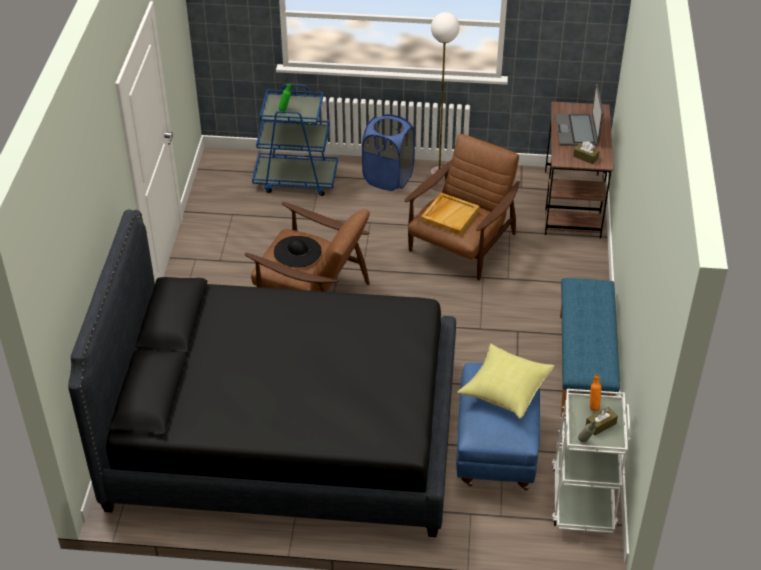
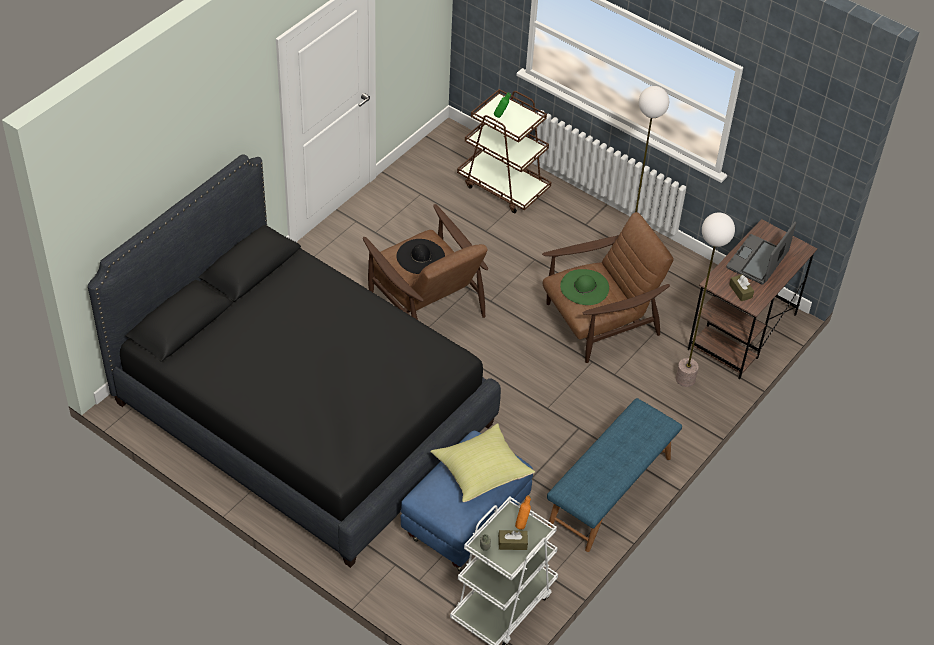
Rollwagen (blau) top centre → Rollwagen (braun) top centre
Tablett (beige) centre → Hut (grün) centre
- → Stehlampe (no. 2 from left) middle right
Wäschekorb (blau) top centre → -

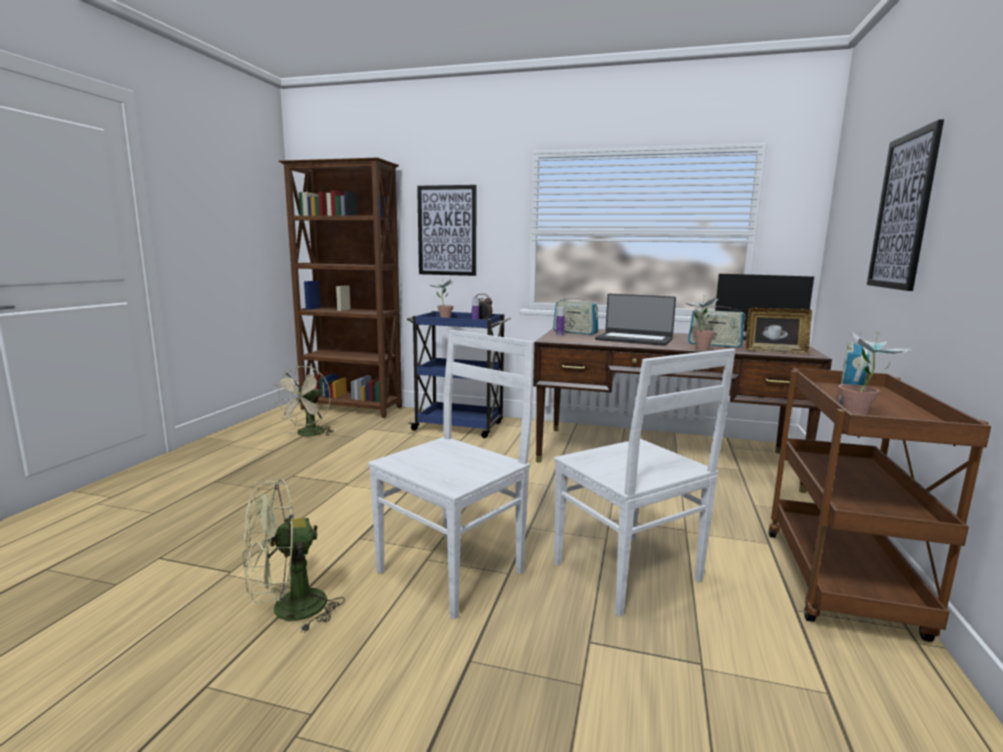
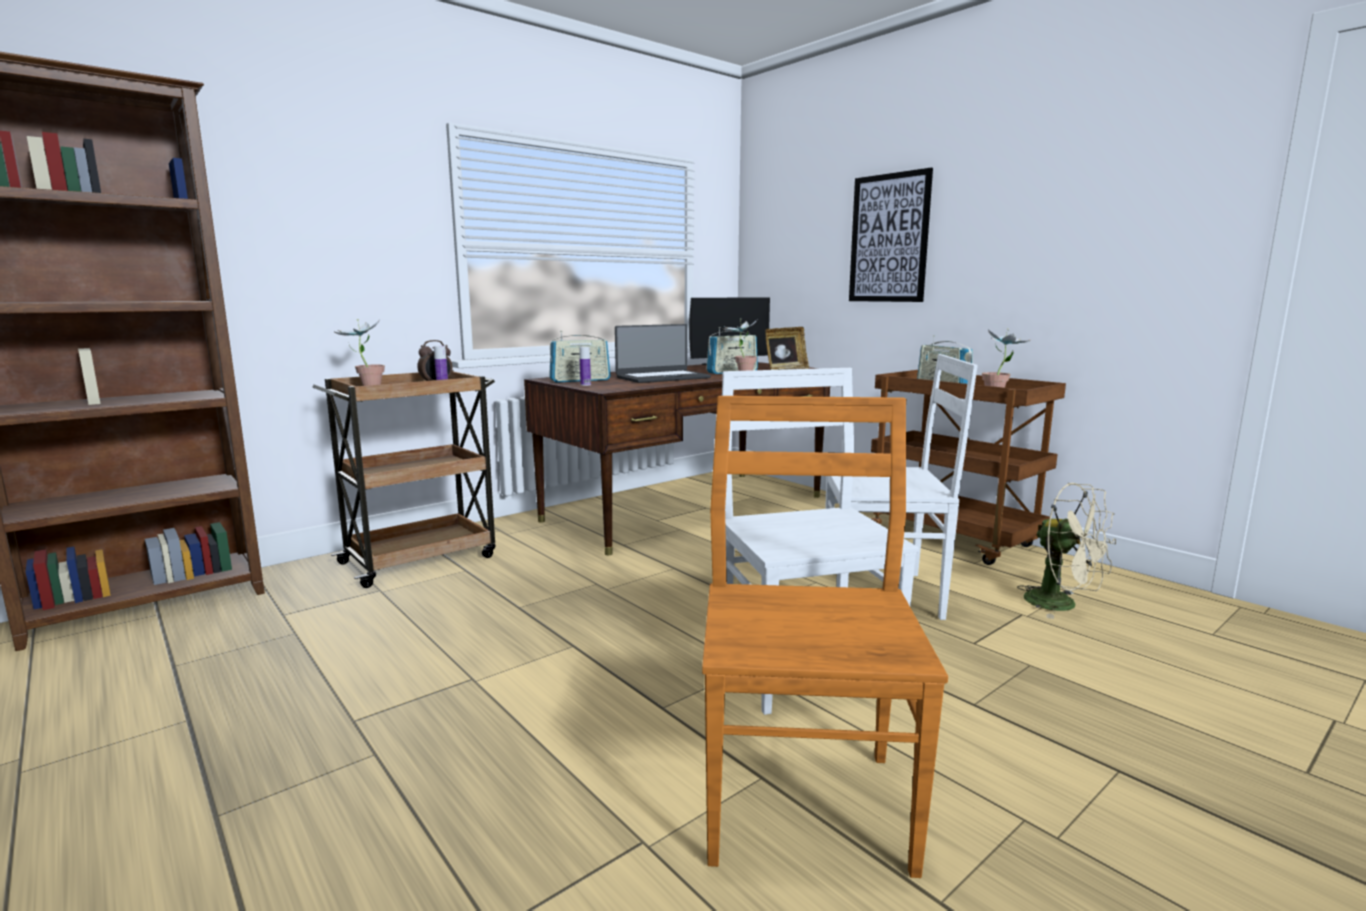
Rollwagen (blau) centre → Rollwagen (braun) (no. 1 from left) middle left
Ventilator (grün) bottom left → Stuhl (braun) bottom centre
Ventilator (beige) middle left → Ventilator (beige) middle right, shifted
Bild (no. 1 from left) top centre → -

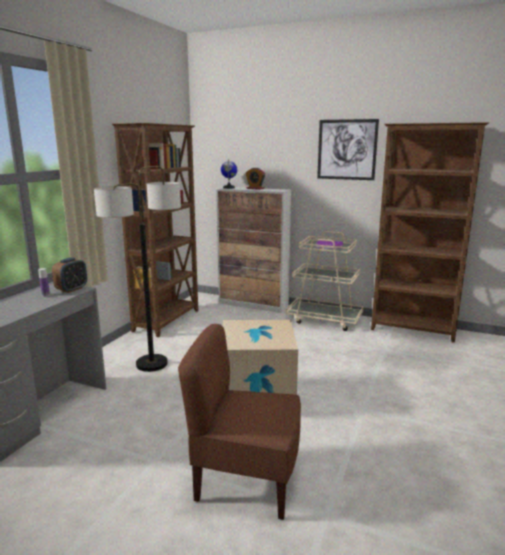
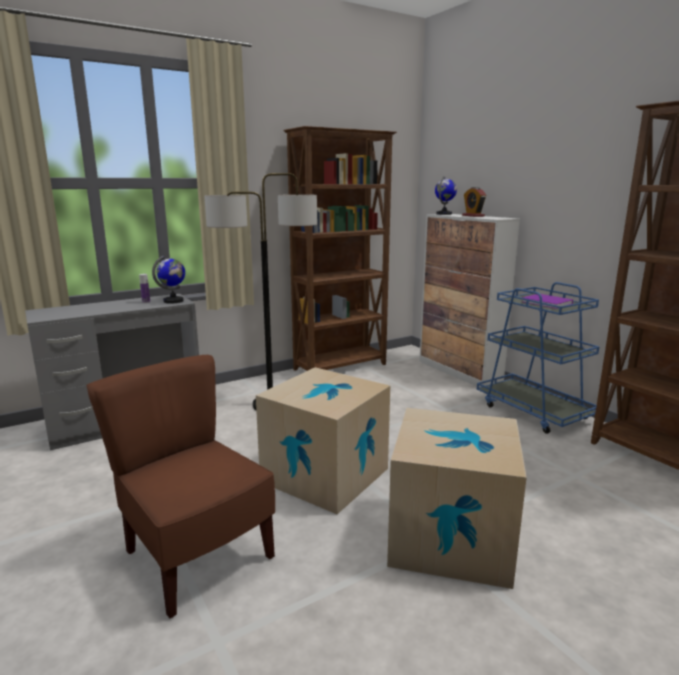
Wecker (no. 1 from left) middle left → Globus (no. 1 from left) middle left
- → Karton (no. 2 from left) bottom right
Rollwagen (beige) centre → Rollwagen (blau) middle right
Bild top right → -

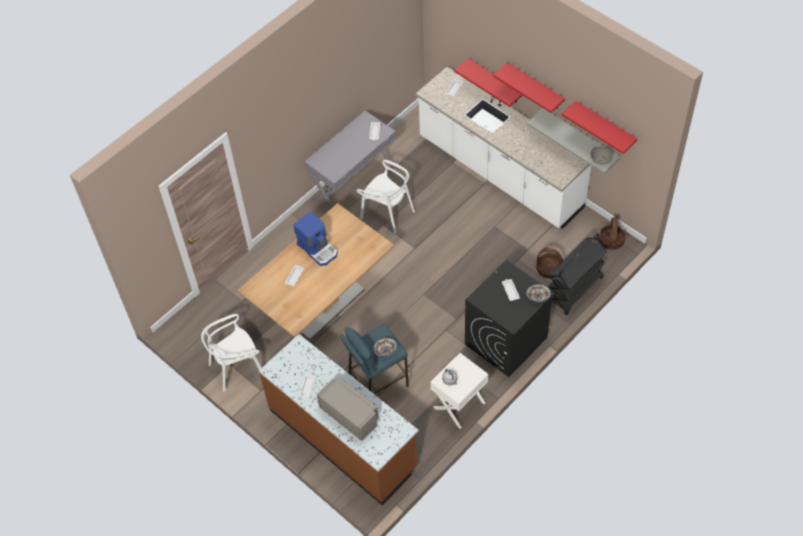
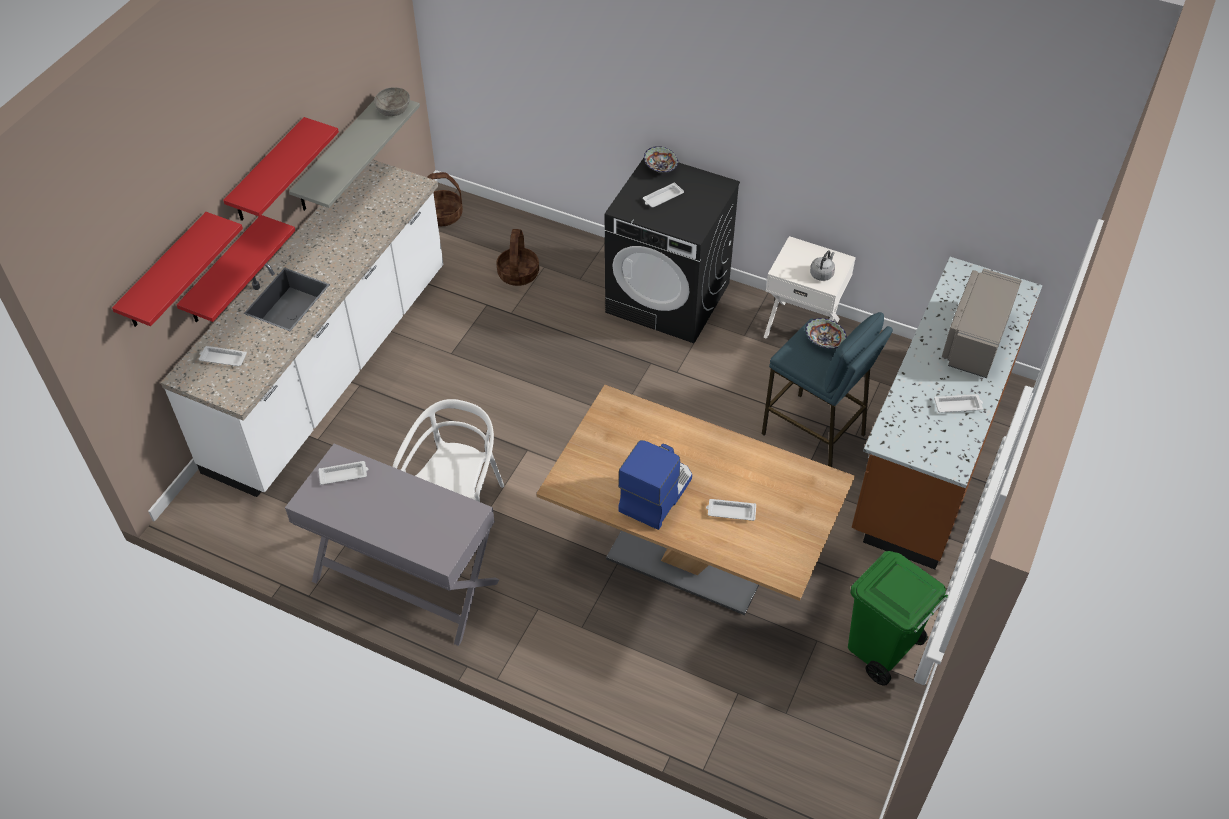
Wandregal (rot) (no. 3 from left in the first image) top right → Wandregal (rot) (no. 1 from left) top left, shifted
Stuhl (weiß) (no. 1 from left) middle left → Mülleimer (grün) bottom right
Rollwagen (schwarz) middle right → -

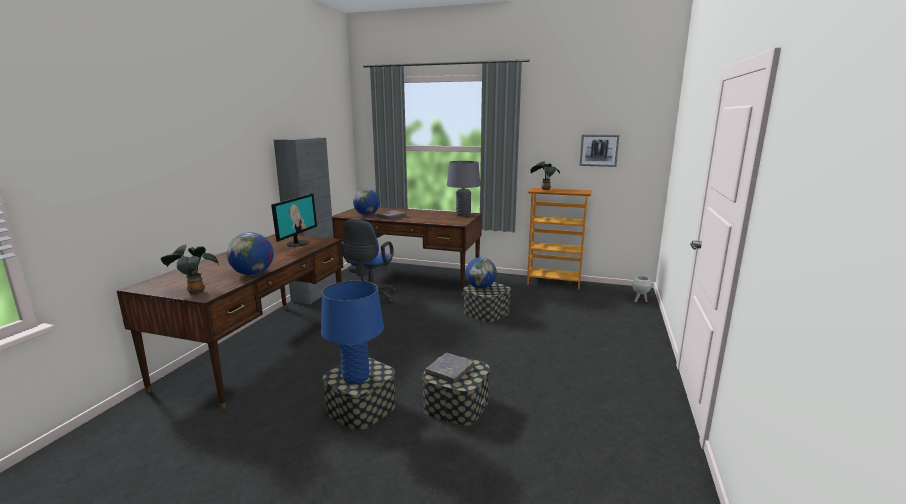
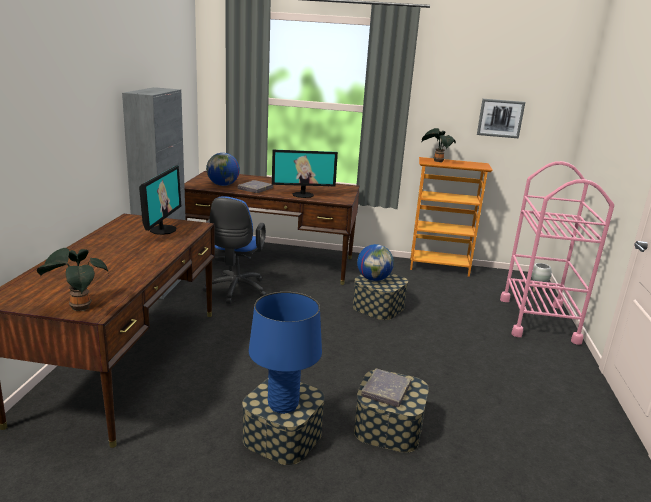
- → Monitor (no. 2 from left) centre
- → Rollwagen (rosa) middle right
Globus (no. 1 from left) middle left → -
Tischlampe (grau) centre → -

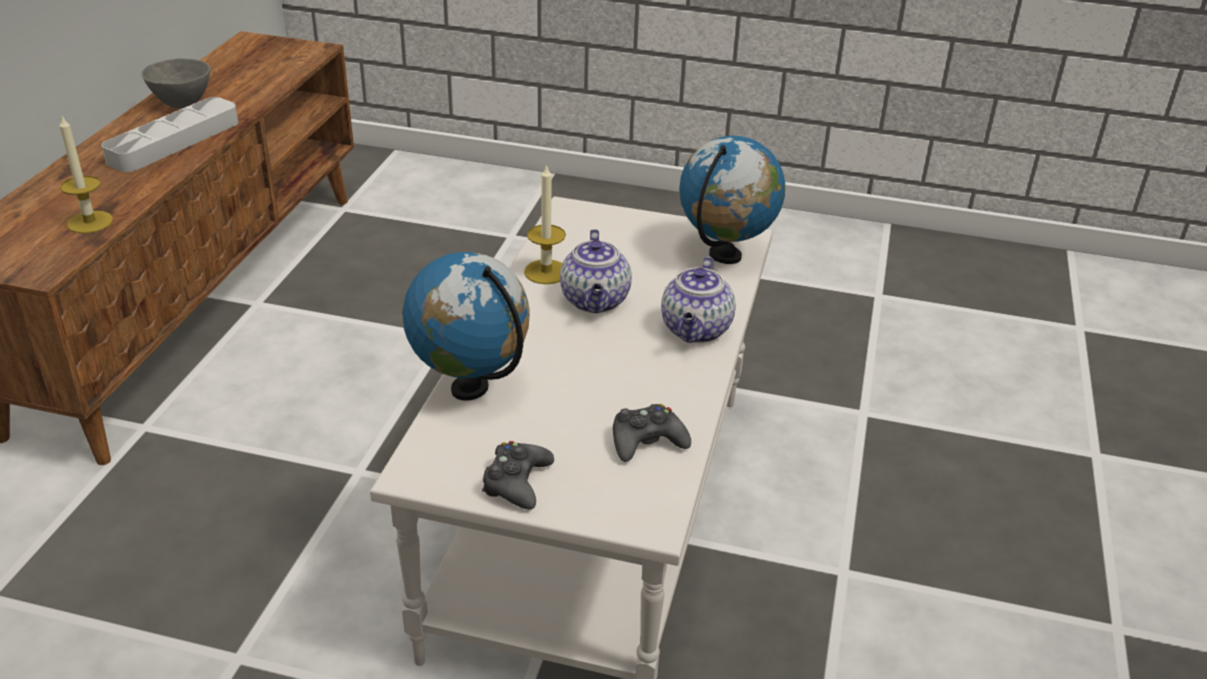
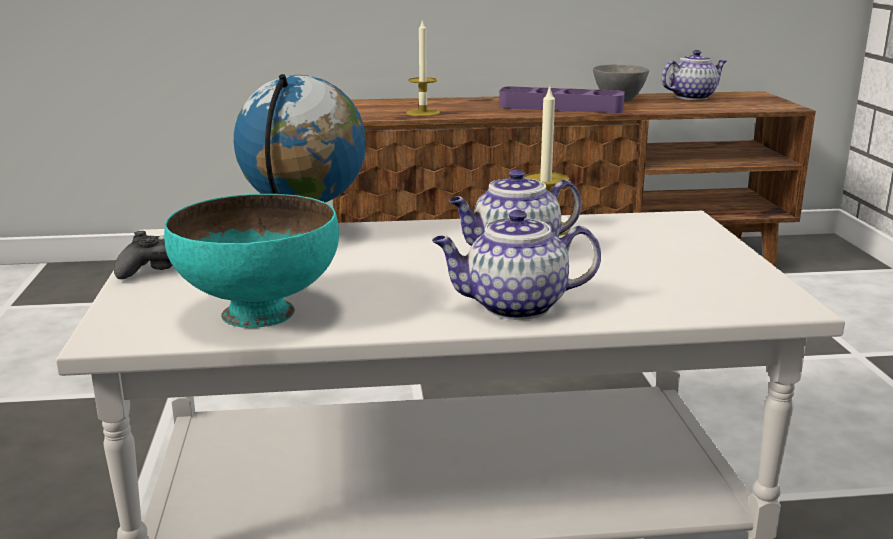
Gamepad (schwarz) (no. 2 from left) centre → Schüssel (türkis) middle left
Tablett (grau) top left → Tablett (lila) top centre
- → Teekanne (no. 3 from left) top right
Globus (no. 2 from left) top centre → -

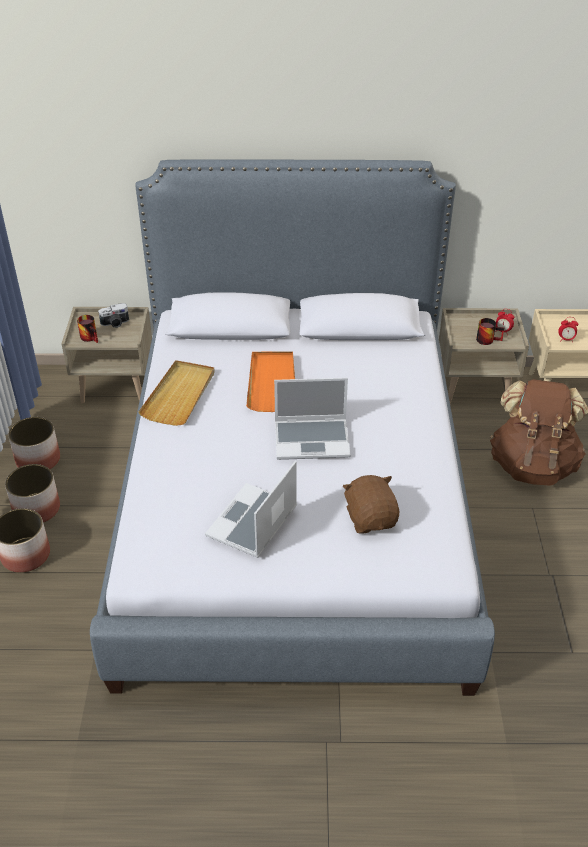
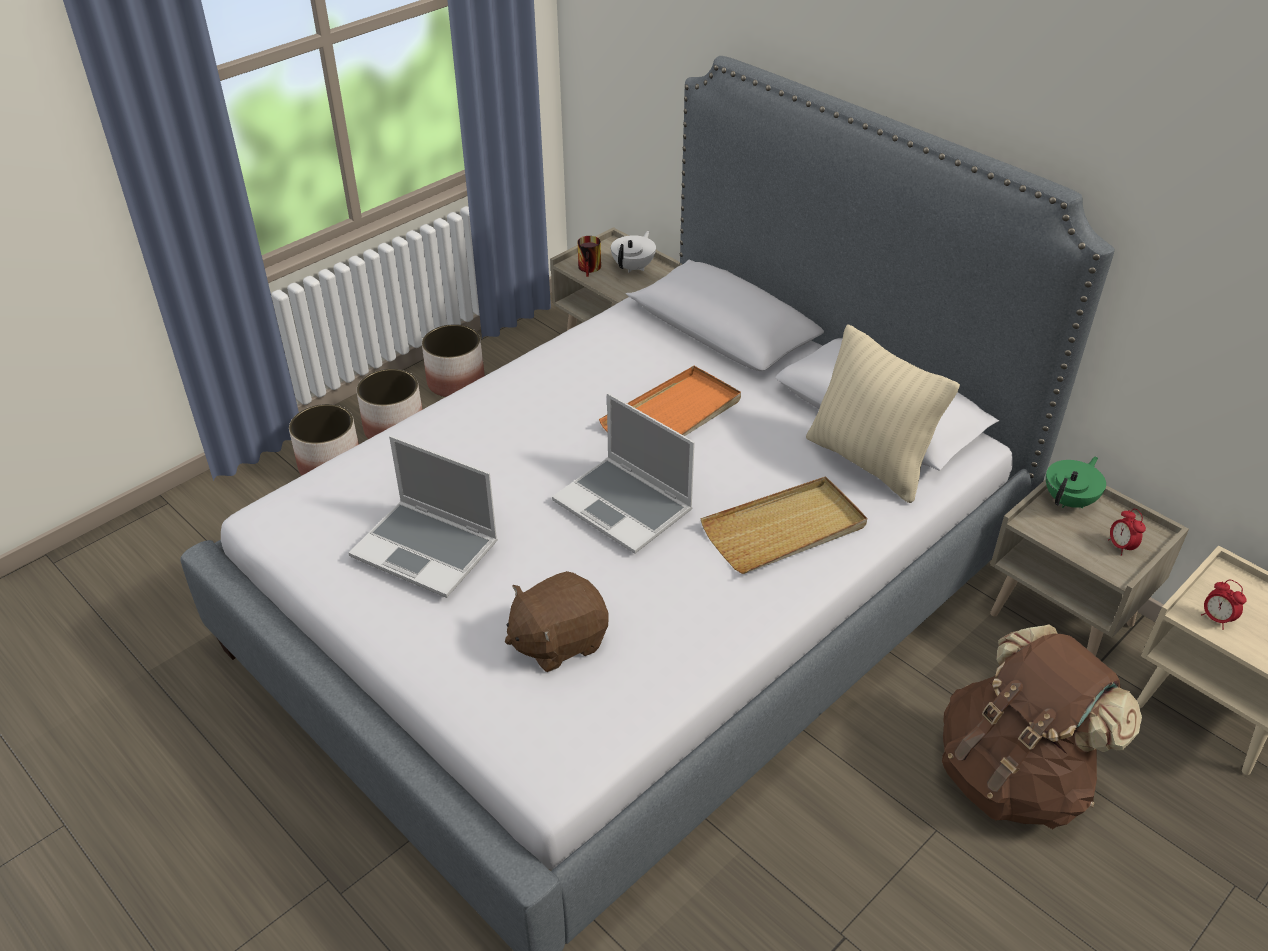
Laptop (no. 1 from left) centre, 135 degrees counterclockwise
Plüschtier (braun) centre, 150 degrees counterclockwise
Kamera middle left → Teekanne (weiß) top centre
Tablett (beige) middle left → Tablett (beige) centre, shifted
- → Kissen (beige) middle right
- → Teekanne (grün) middle right
Henkelbecher (no. 2 from left) middle right → -

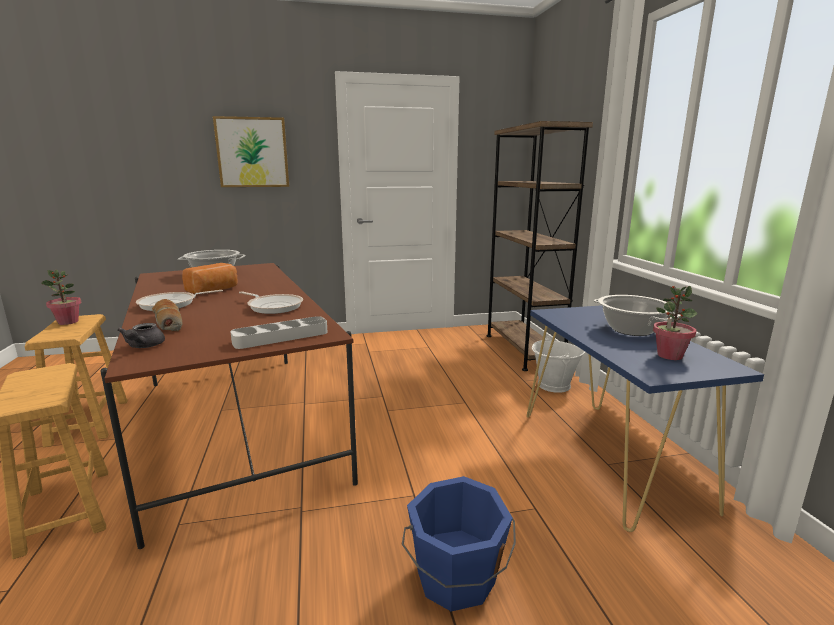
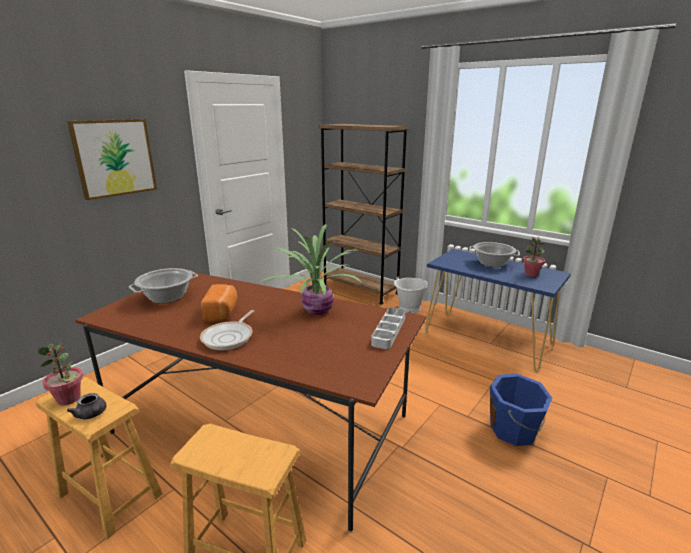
Teekanne (grau) middle left → Teekanne (grau) bottom left, shifted
Pfanne (no. 2 from left) middle left → Topfpflanze (no. 2 from left) centre
Brot (no. 1 from left) middle left → -

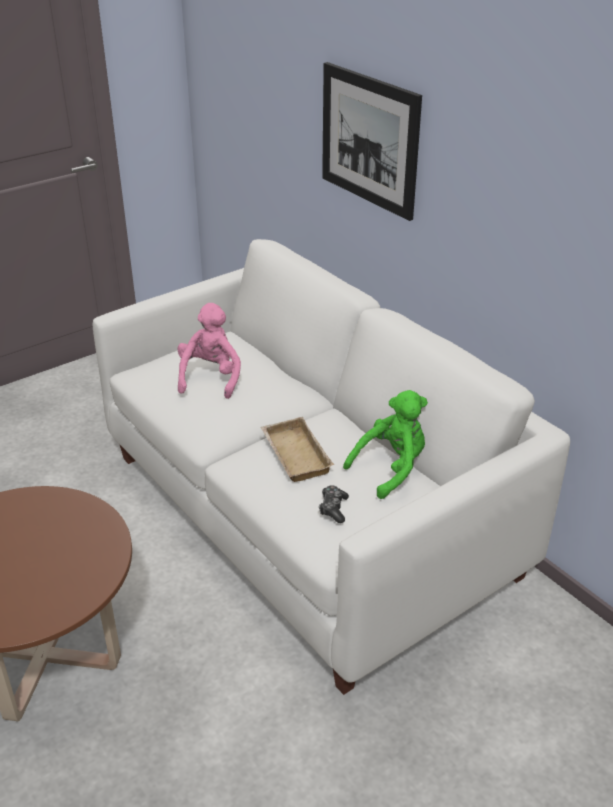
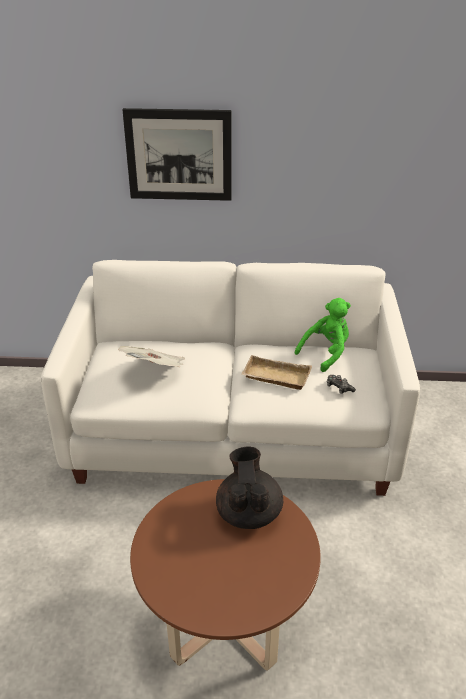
Plüschtier (rosa) centre → Zeitung middle left
- → Teekanne (schwarz) bottom centre
Plüschtier (grün) centre → Plüschtier (grün) middle right, 45 degrees clockwise

